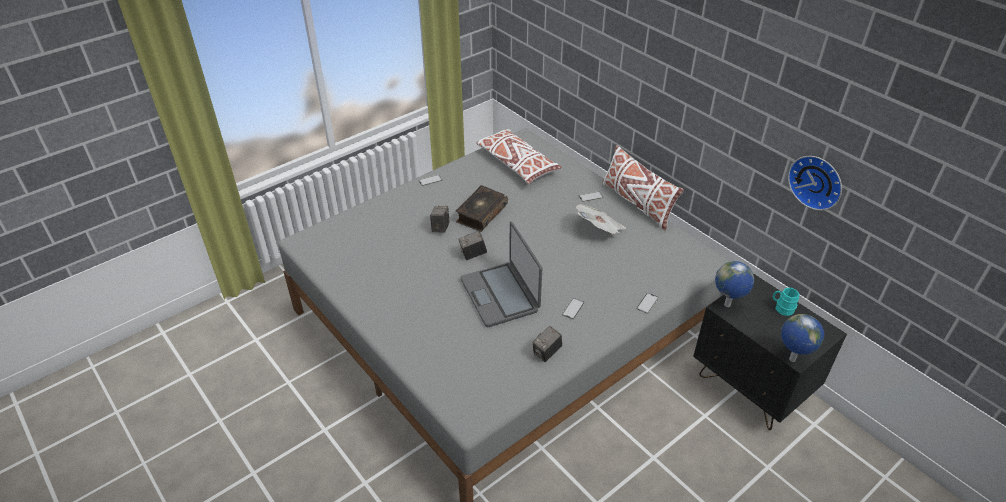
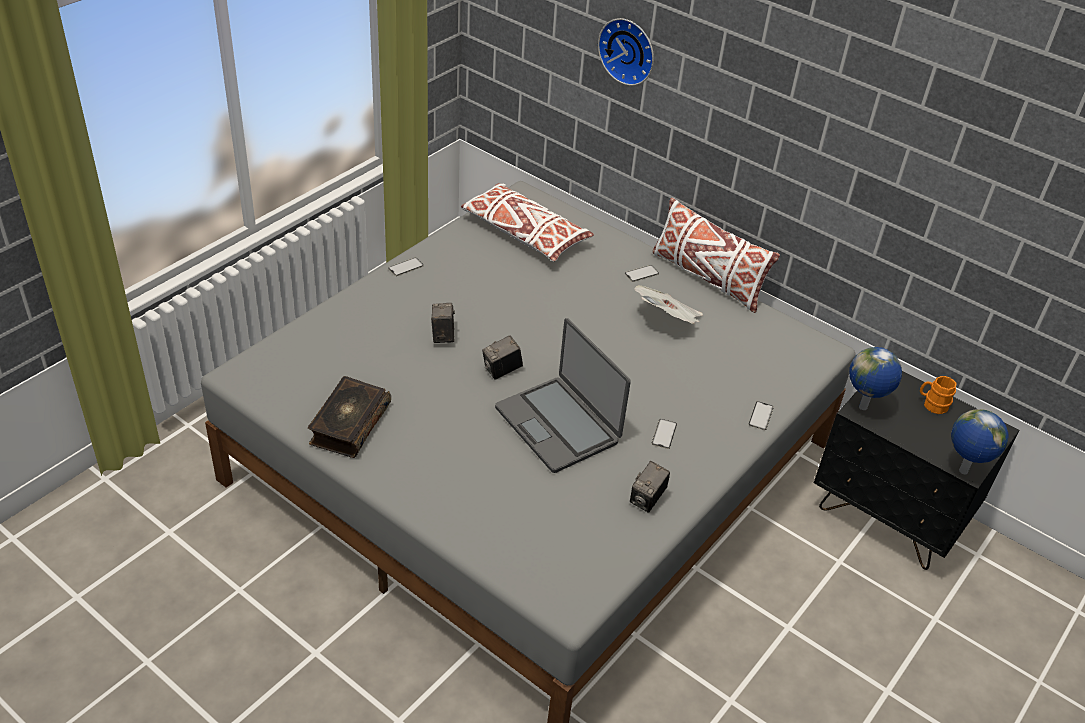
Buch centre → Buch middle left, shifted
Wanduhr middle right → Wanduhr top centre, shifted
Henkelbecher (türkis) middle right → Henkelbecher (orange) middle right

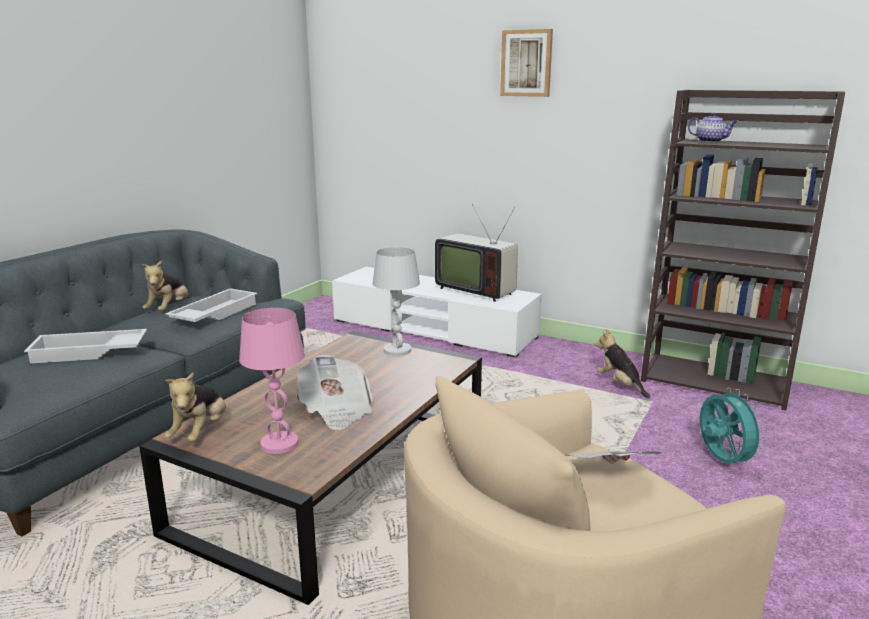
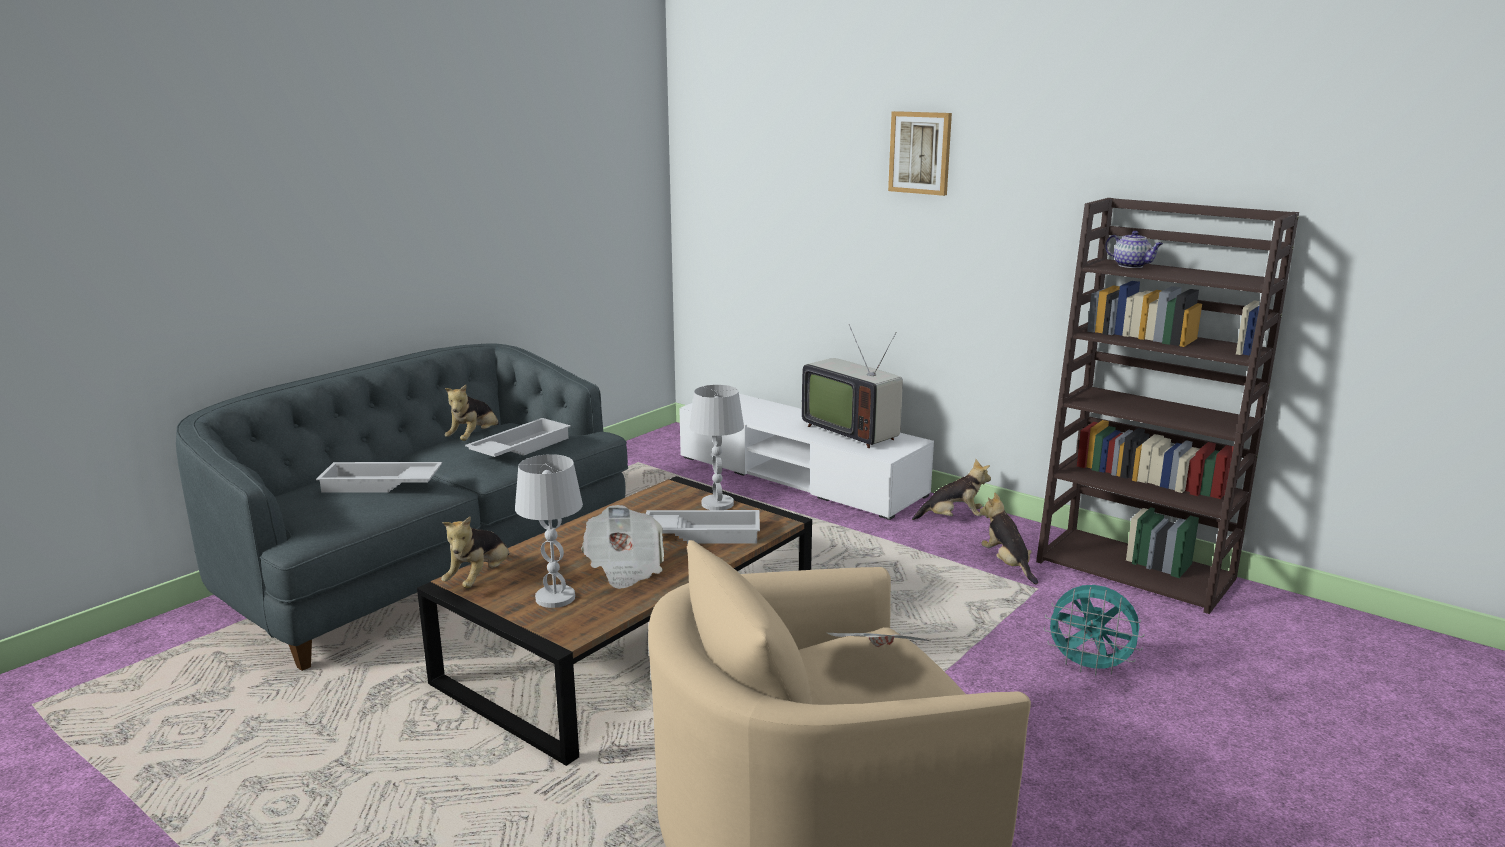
Tischlampe (rosa) middle left → Tischlampe (weiß) (no. 1 from left) centre
- → Tablett (weiß) (no. 3 from left) centre
- → Plüschtier (no. 3 from left) centre
Ventilator (türkis) bottom right, 120 degrees clockwise

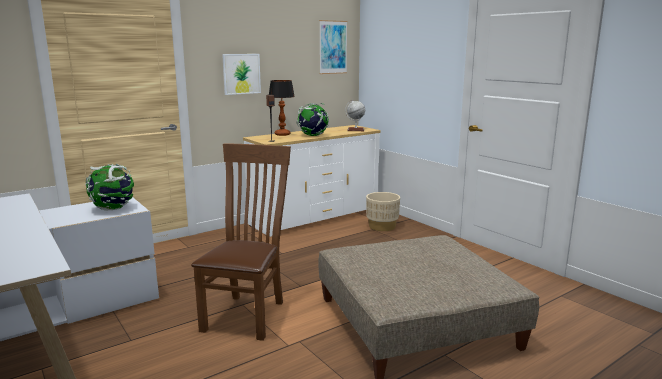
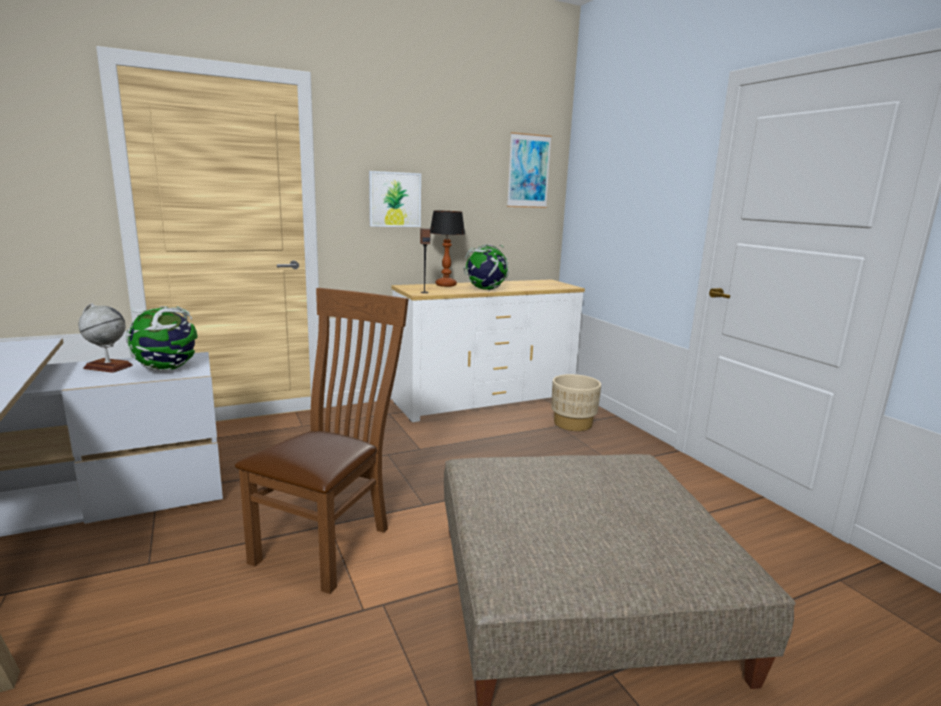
Globus (no. 3 from left in the first image) top centre → Globus (no. 1 from left) middle left, shifted

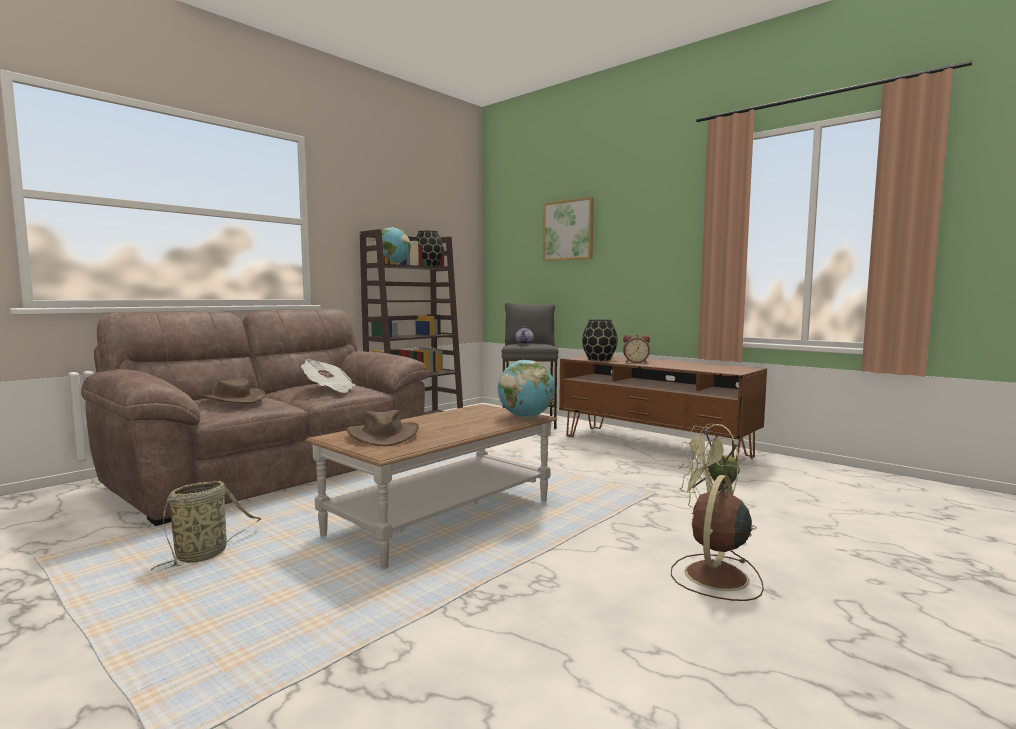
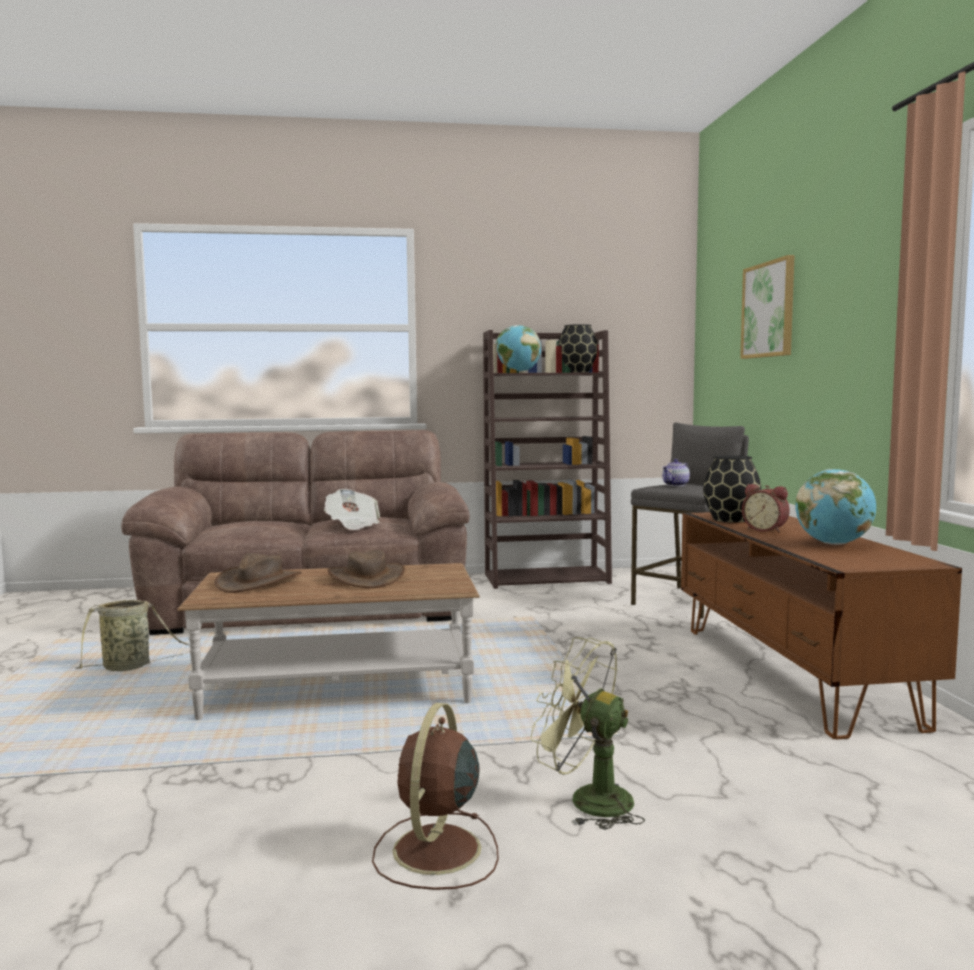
Hut (braun) (no. 1 from left in the first image) middle left → Hut (braun) (no. 2 from left) centre, shifted
Ventilator (braun) bottom right → Ventilator (braun) bottom centre, 60 degrees counterclockwise
Globus (no. 2 from left) centre → Globus (no. 2 from left) middle right, shifted

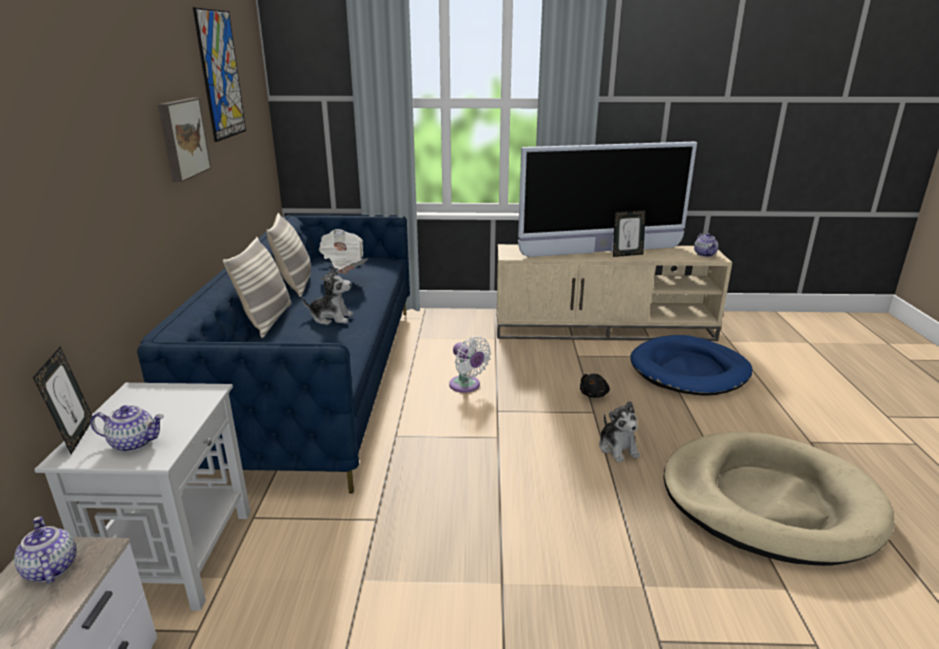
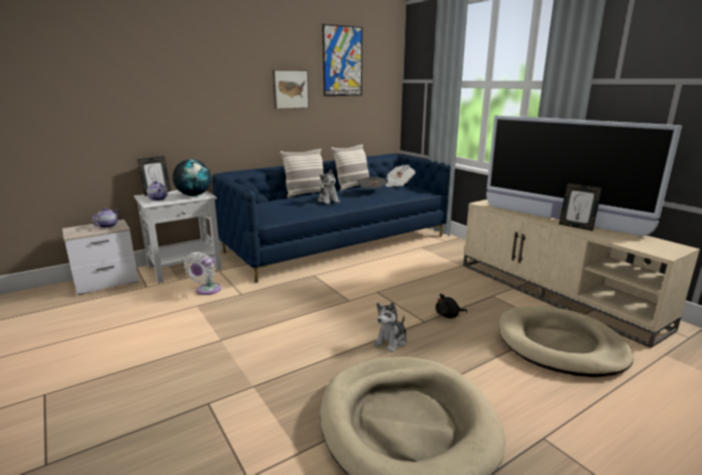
- → Globus middle left
Ventilator (weiß) centre → Ventilator (weiß) middle left, shifted
Hundebett (blau) middle right → Hundebett (beige) (no. 2 from left) bottom right
Teekanne (no. 3 from left) middle right → -

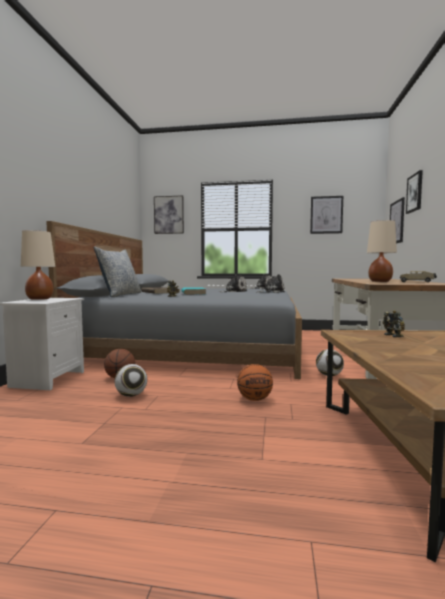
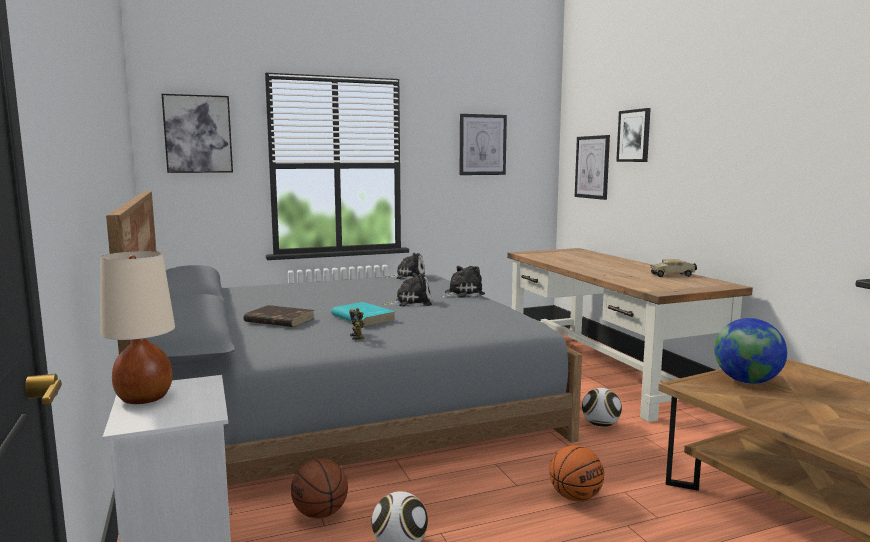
Spielzeugroboter (no. 2 from left) middle right → Globus middle right
Kissen middle left → -
Tischlampe (beige) (no. 2 from left) middle right → -

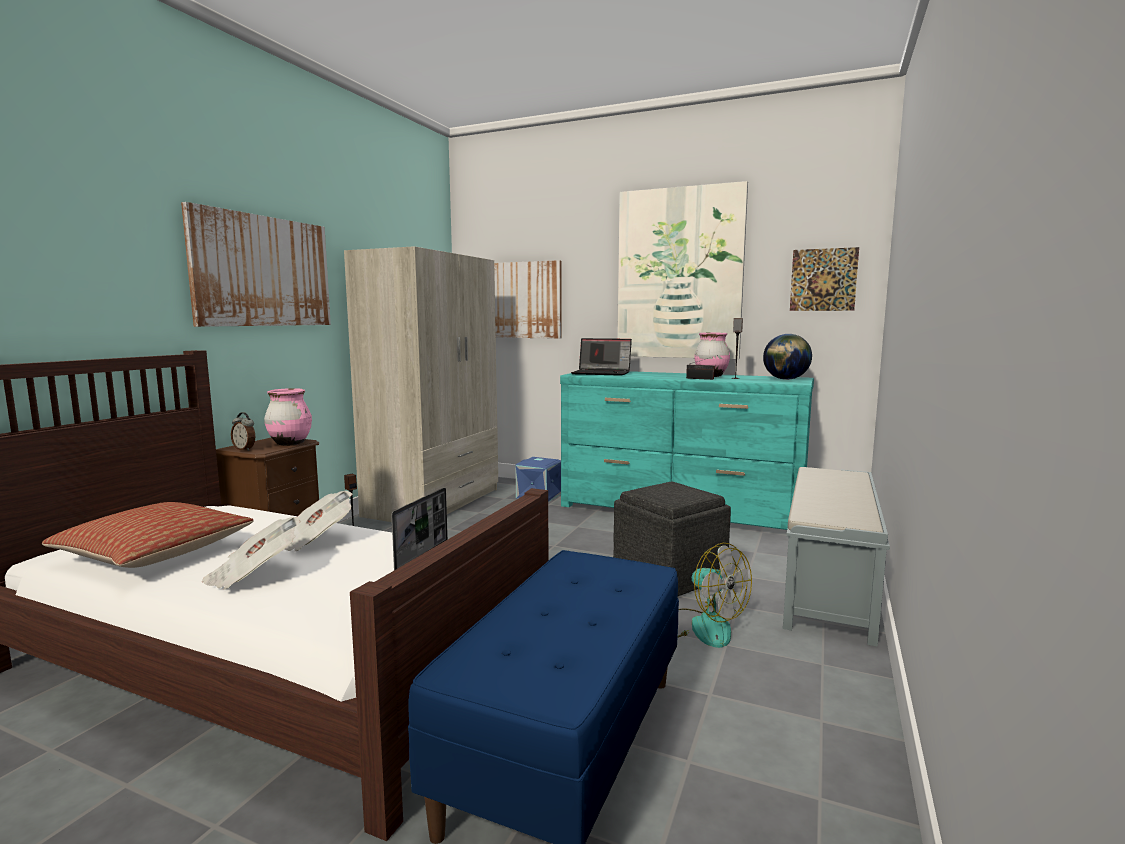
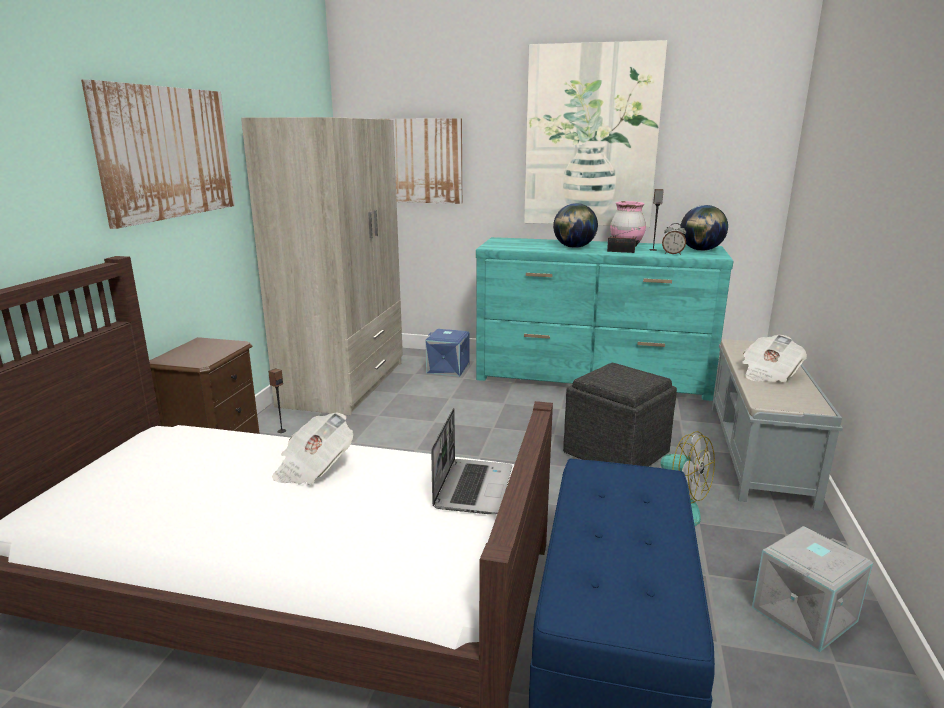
- → Globus (no. 1 from left) top centre
Wecker middle left → Wecker middle right, shifted
Zeitung (no. 1 from left in the first image) middle left → Zeitung (no. 2 from left) middle right, shifted
- → Aufbewahrungsbox (grau) bottom right
Kissen middle left → -
Vase (rosa) (no. 1 from left) middle left → -
Laptop (no. 2 from left) centre → -
Bild (no. 4 from left) top right → -

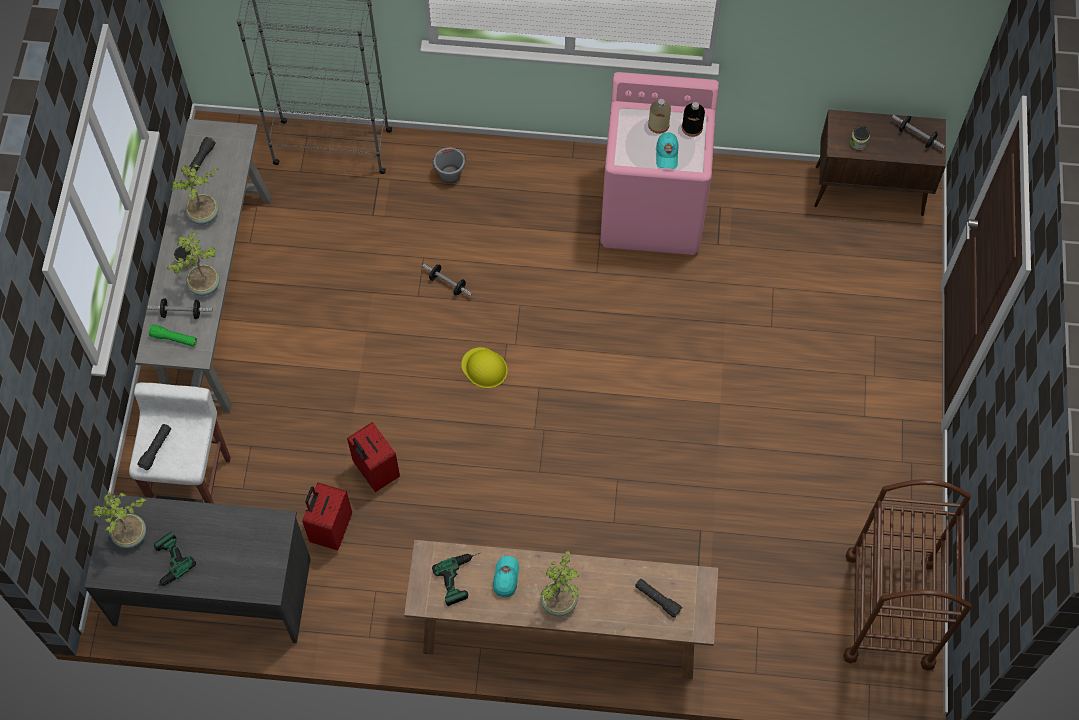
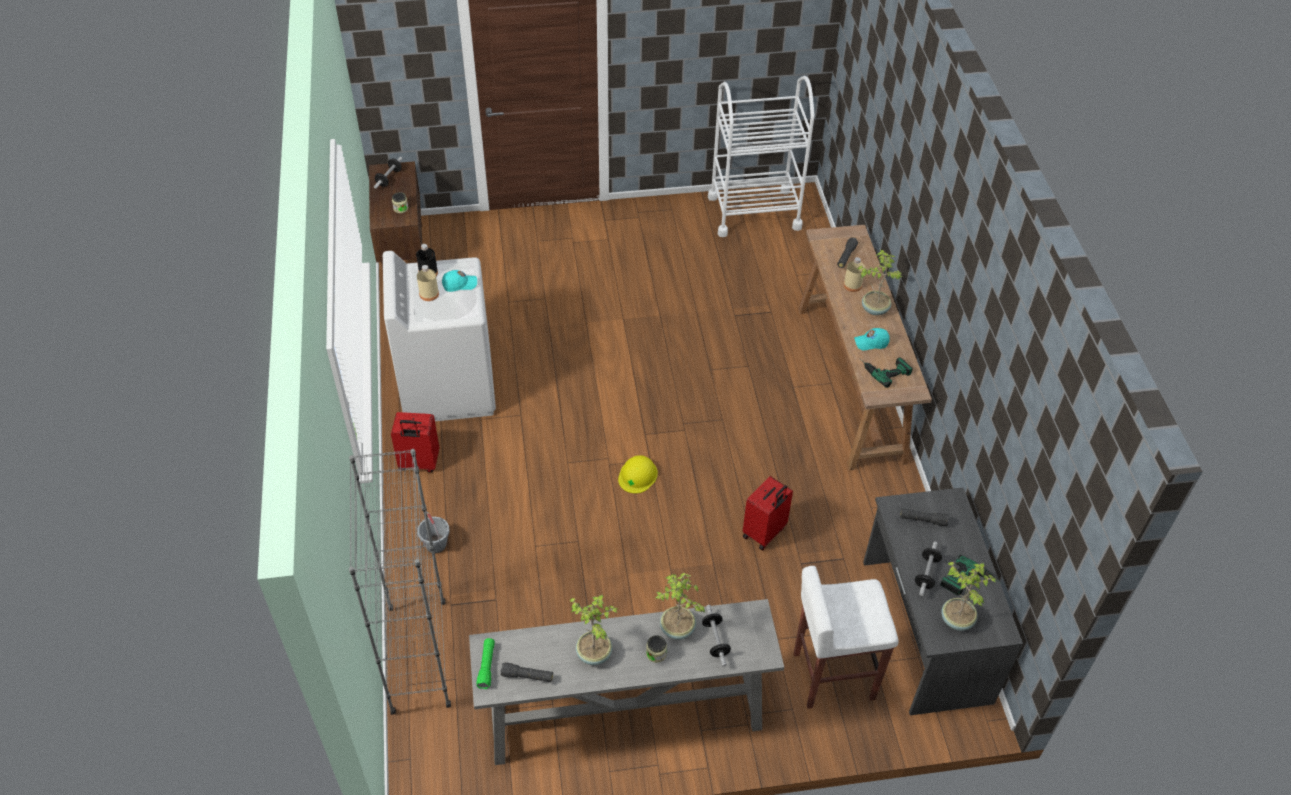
Waschmaschine (rosa) top centre → Waschmaschine (weiß) centre
Koffer (rot) (no. 1 from left) bottom left → Koffer (rot) (no. 1 from left) middle left, shifted
Taschenlampe (grün) middle left → Taschenlampe (grün) bottom centre, shifted
Rollwagen (braun) bottom right → Rollwagen (weiß) top centre
- → Flasche (beige) (no. 2 from left) centre
Taschenlampe (schwarz) (no. 1 from left in the first image) middle left → Taschenlampe (schwarz) (no. 3 from left) middle right, shifted
Hantel (no. 2 from left in the first image) centre → Hantel (no. 3 from left) bottom right, shifted

